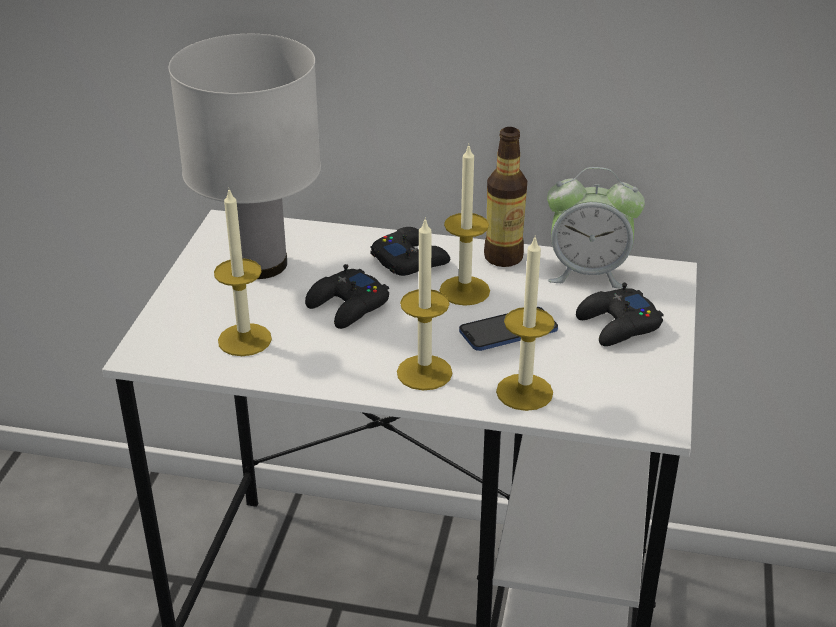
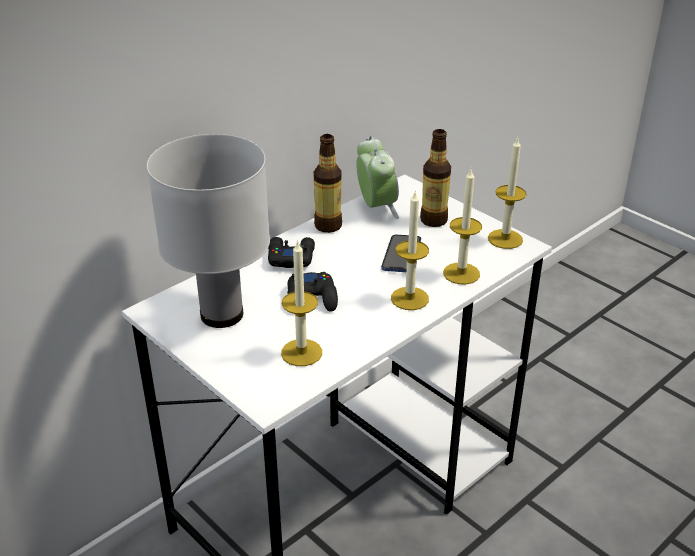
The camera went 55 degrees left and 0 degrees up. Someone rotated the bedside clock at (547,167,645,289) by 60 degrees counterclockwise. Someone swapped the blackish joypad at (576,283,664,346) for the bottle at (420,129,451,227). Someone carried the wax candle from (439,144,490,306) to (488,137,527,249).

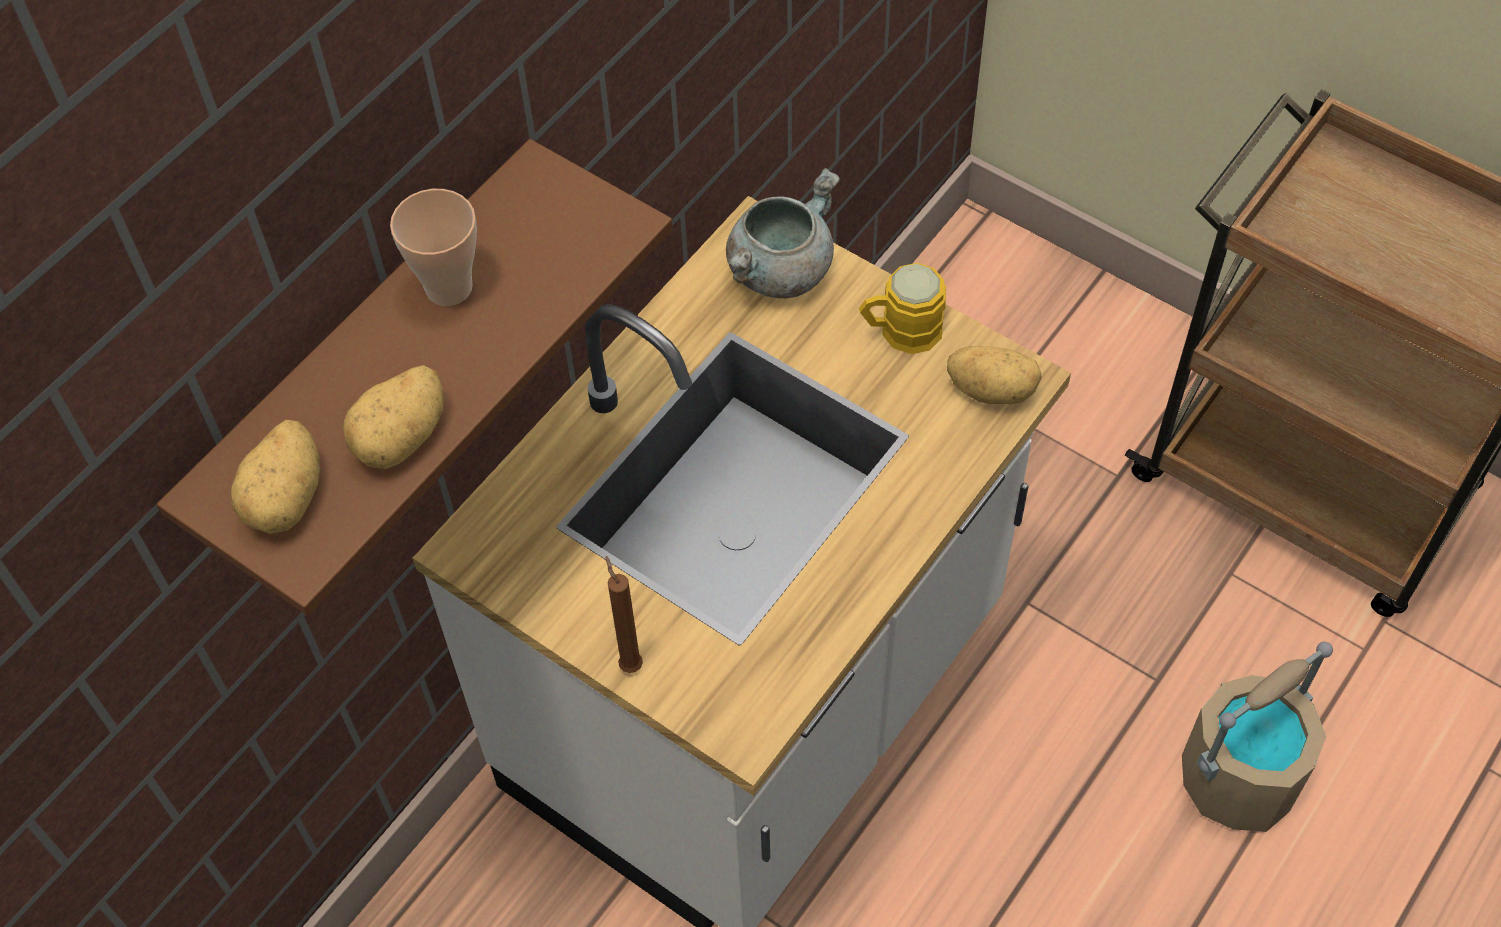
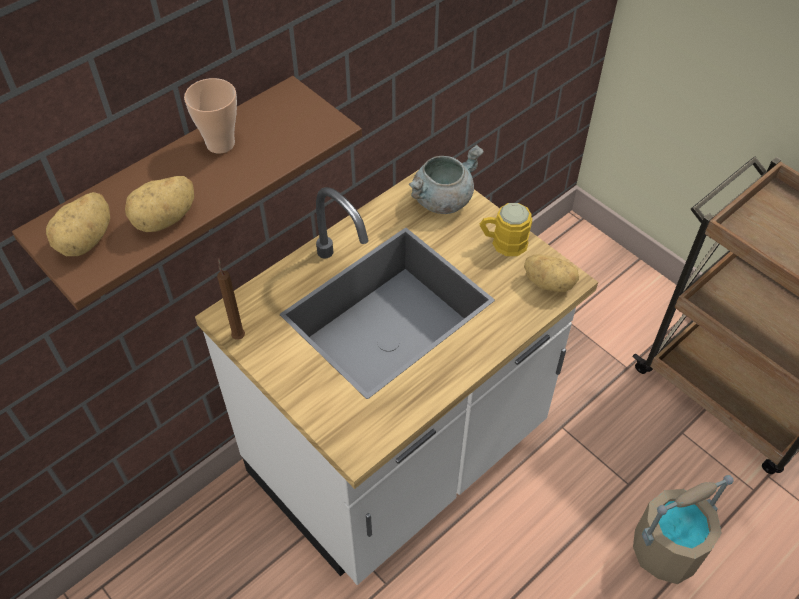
The camera went 10 degrees right and 5 degrees down. Someone carried the brown wax candle from (605,556,643,673) to (217,258,245,340).

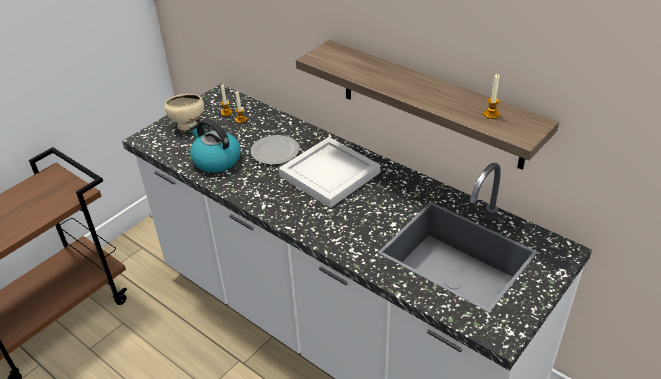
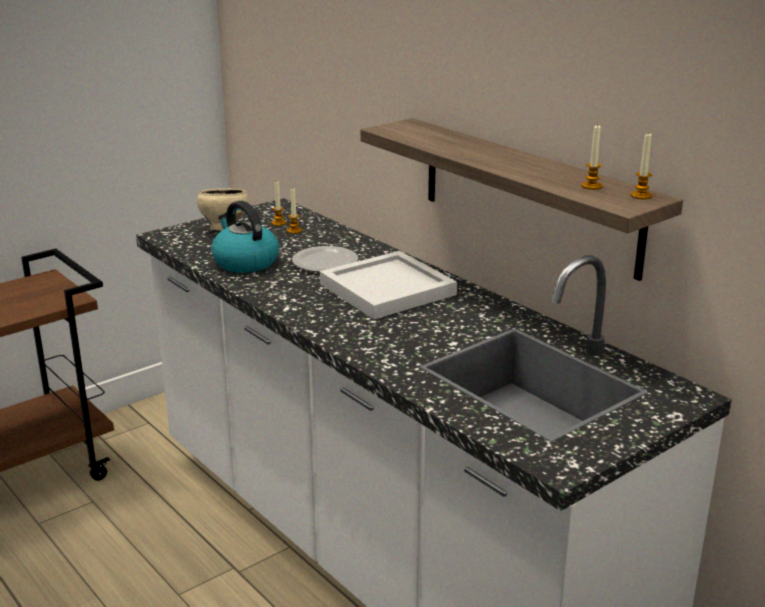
The camera went 10 degrees right and 15 degrees down. Someone put down the wax candle at (630,132,653,199).

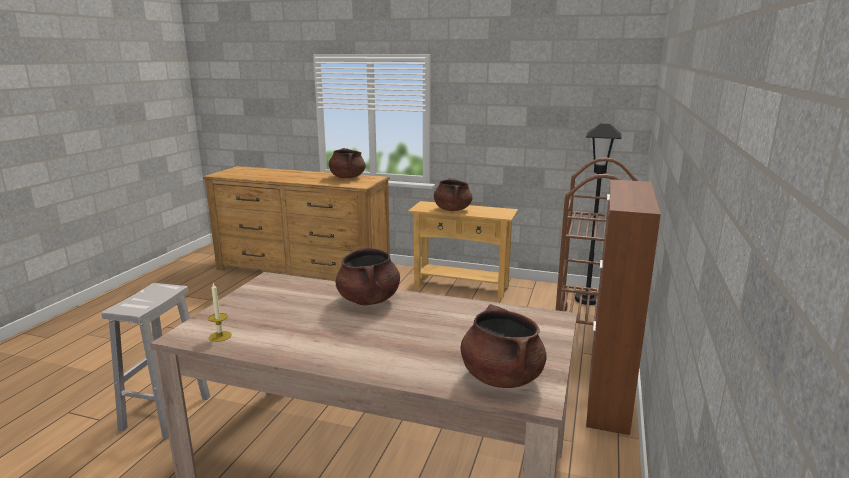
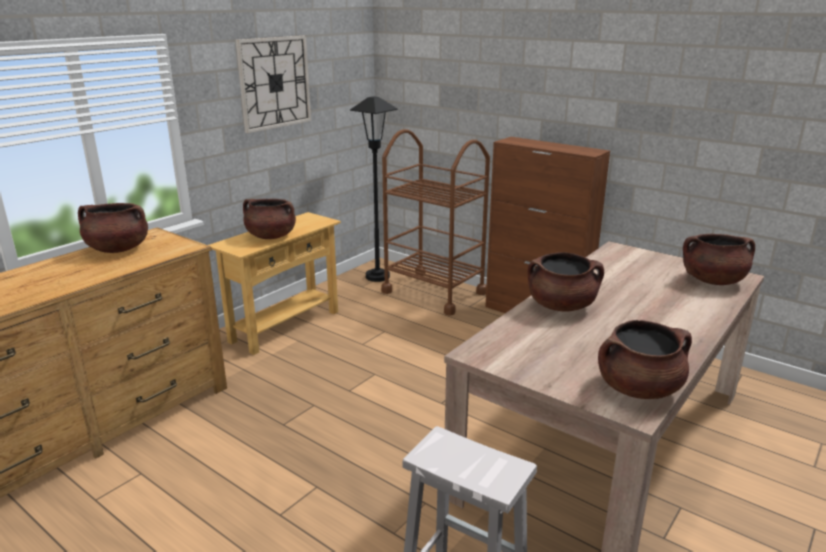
The camera went 70 degrees left and 5 degrees up. Someone put up the wall clock at (235,36,311,133). Someone swapped the wax candle at (208,283,232,342) for the brown stockpot at (598,320,692,399).

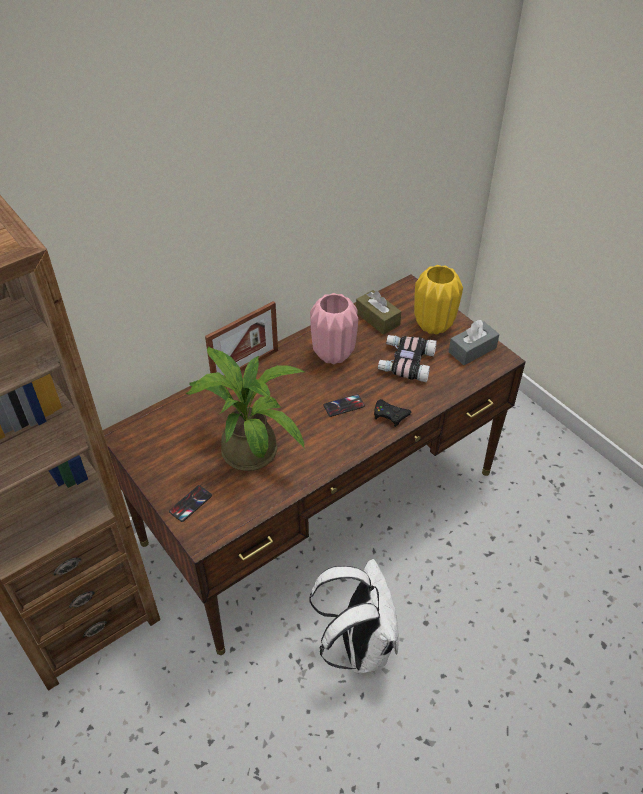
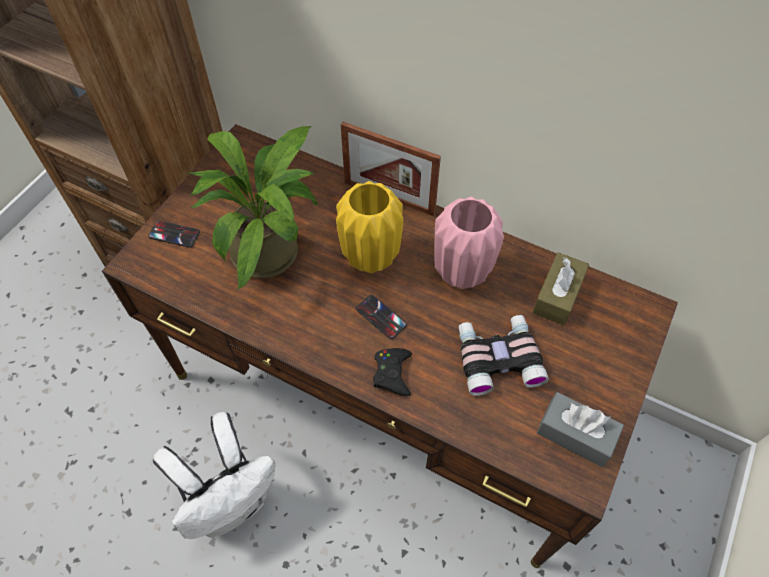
The camera went 65 degrees right and 10 degrees up. Someone carried the yellow vase from (414,265,463,335) to (336,181,403,273).

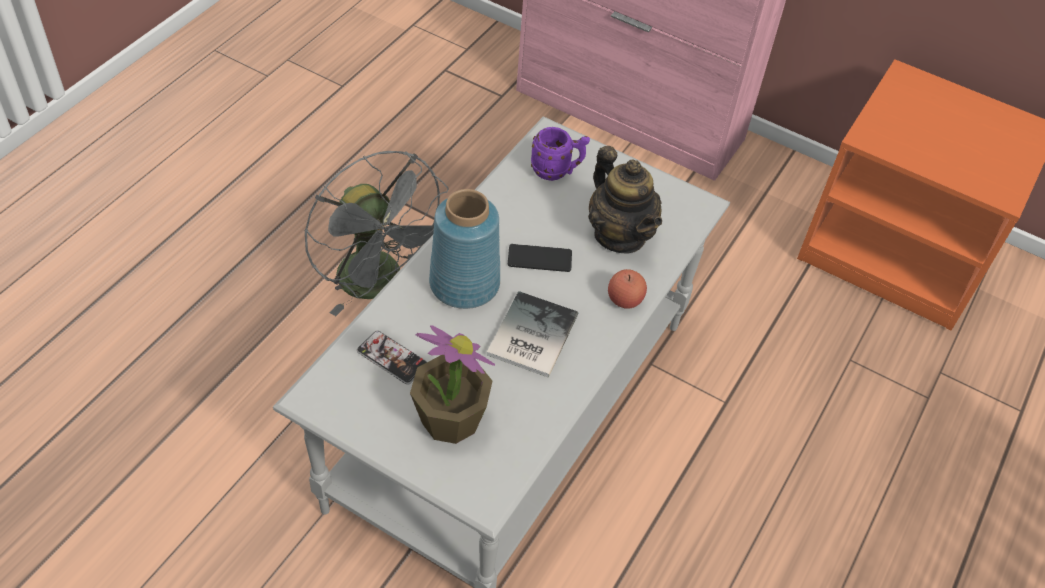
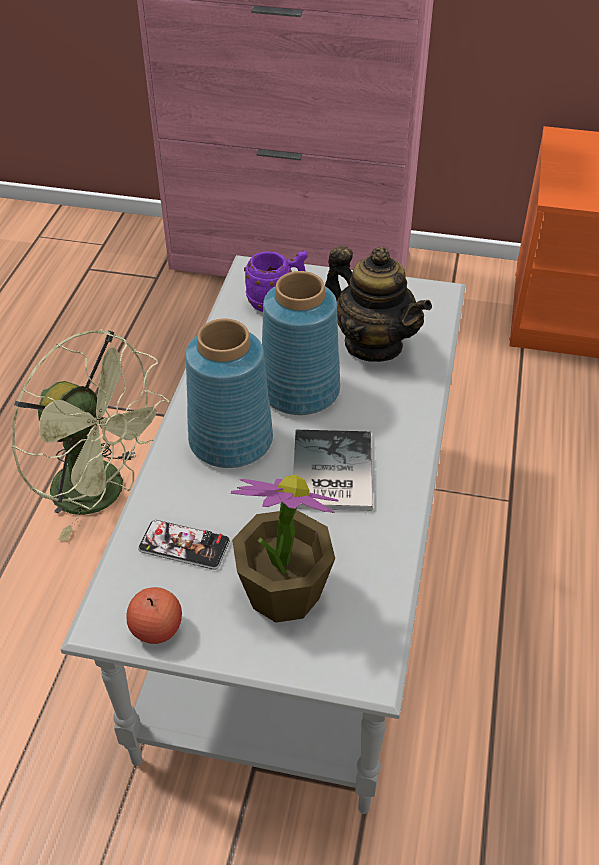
The camera went 15 degrees left and 5 degrees down. Someone repainted the greyish electric fan at (304,151,449,316), which became the greenish electric fan at (11,329,169,541). Someone carried the apple from (608,269,647,309) to (126,587,182,644). Someone swapped the handset at (508,244,572,272) for the blue vase at (262,271,340,415).

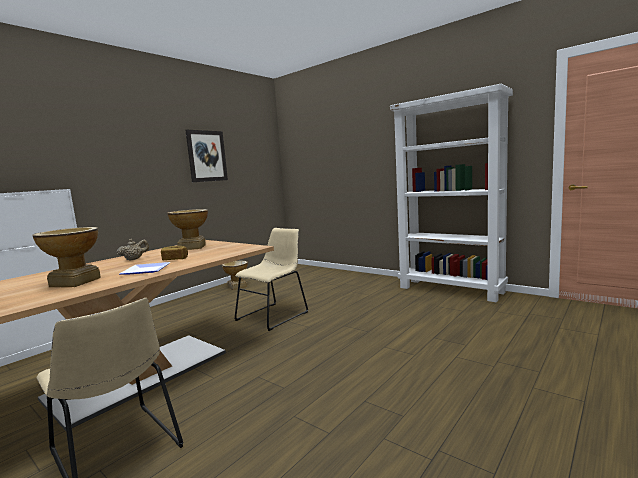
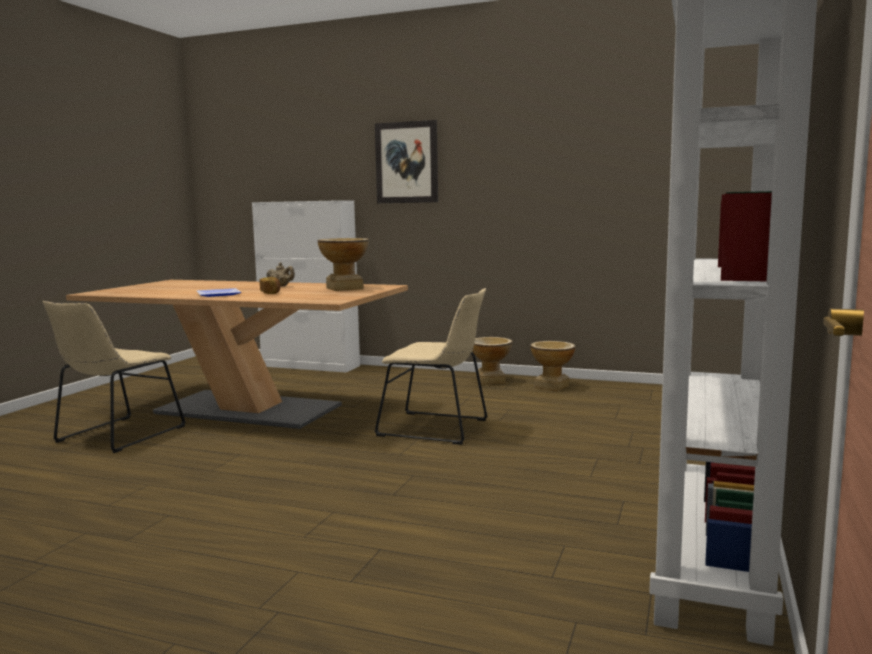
The camera went 70 degrees right and 0 degrees up. Someone carried the picture from (185,130,228,182) to (375,120,438,203). Someone carried the vase from (32,227,100,287) to (472,337,512,385).

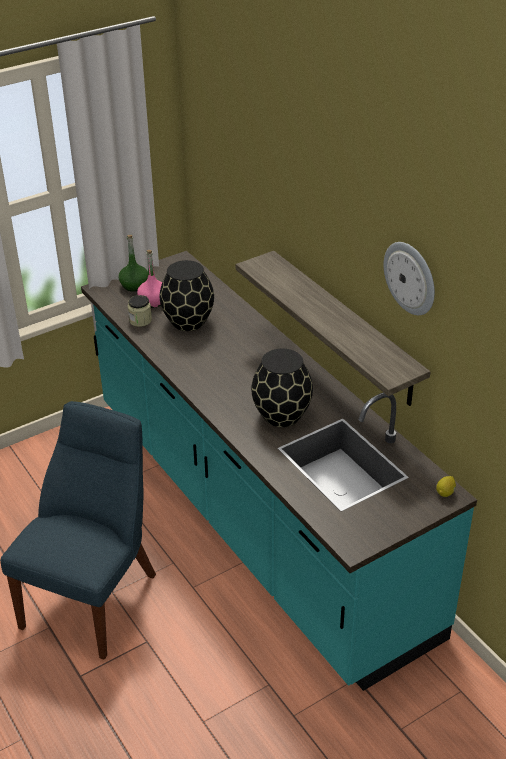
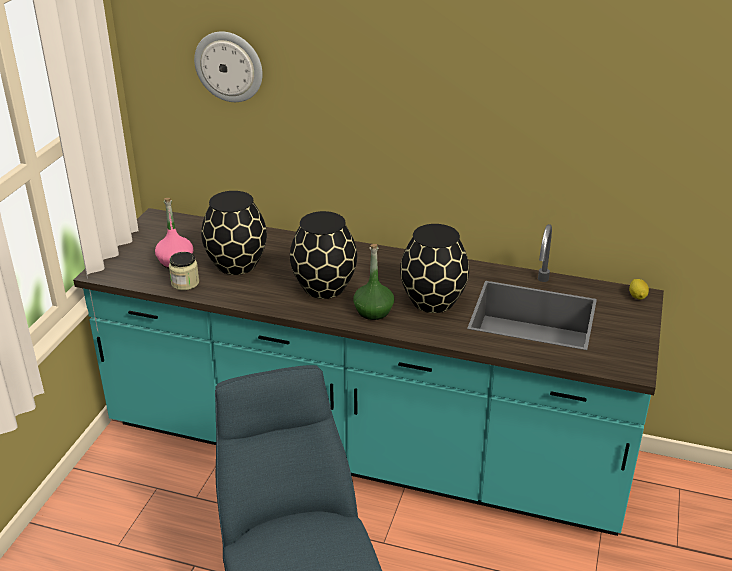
The camera went 40 degrees left and 5 degrees down. Someone carried the wall clock from (384,242,435,315) to (194,32,263,102). Someone put down the blackish vase at (290,211,357,299). Someone carried the greenish bottle from (119,235,148,292) to (353,244,394,320). Someone took away the wall shelf at (236,251,431,406).

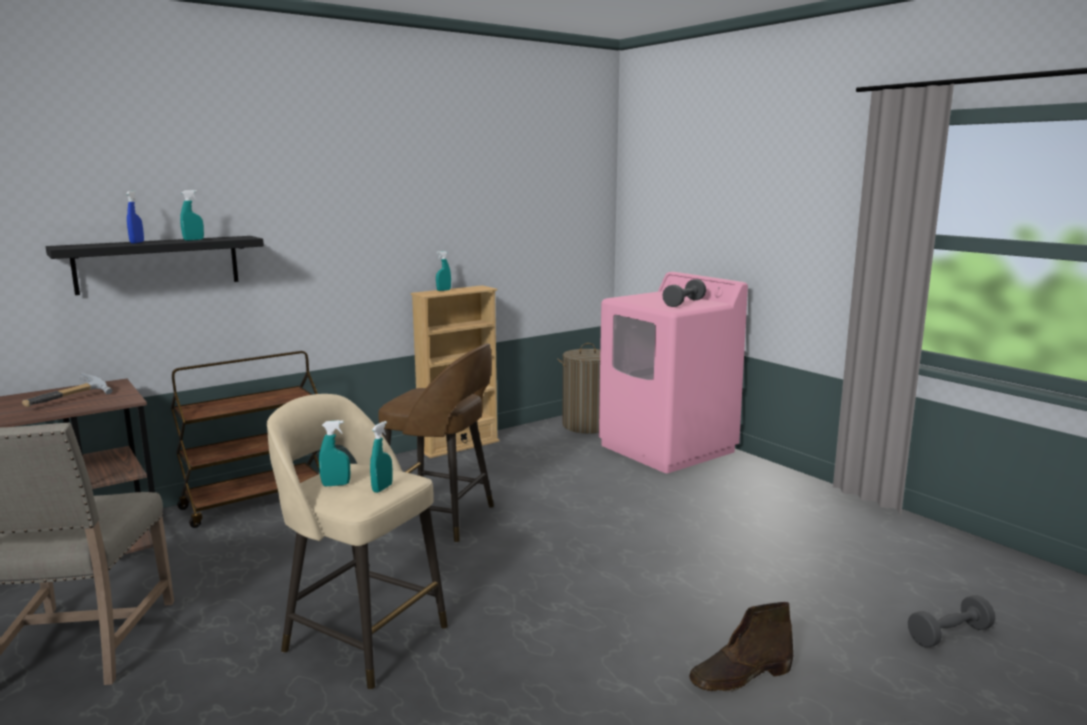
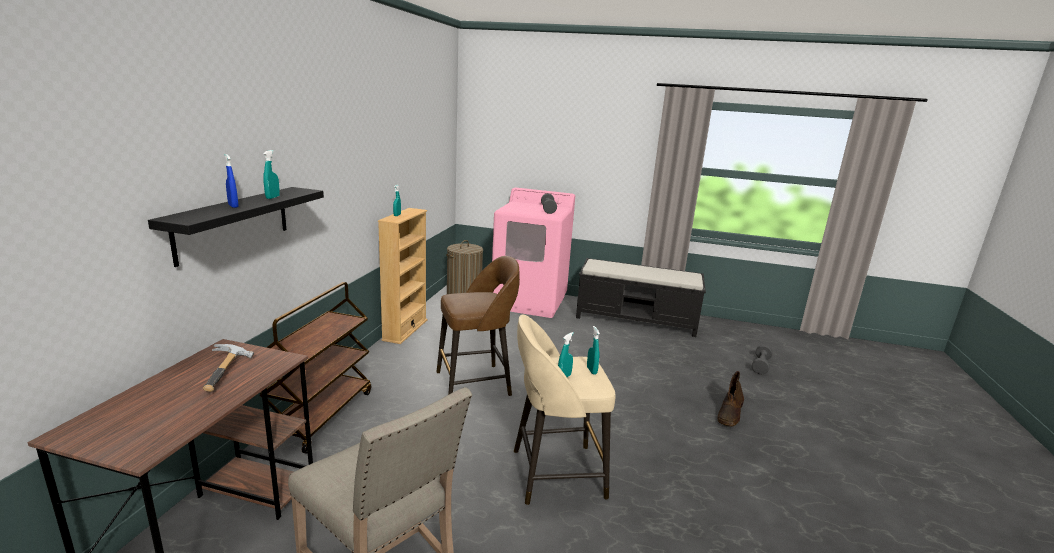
The camera went 40 degrees left and 5 degrees up. Someone put down the blackish indoor bench at (576,258,706,337).

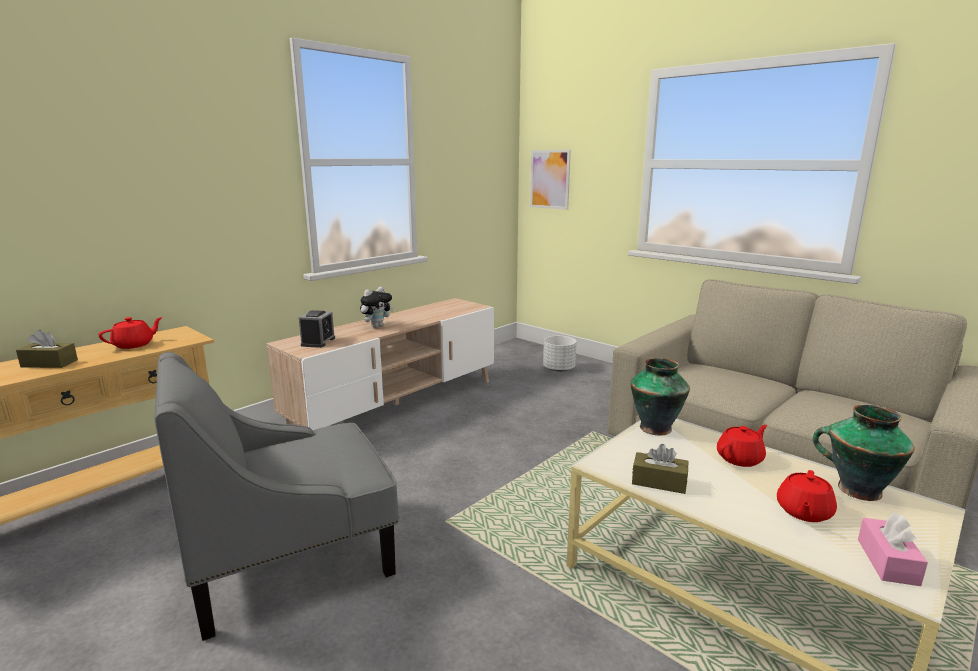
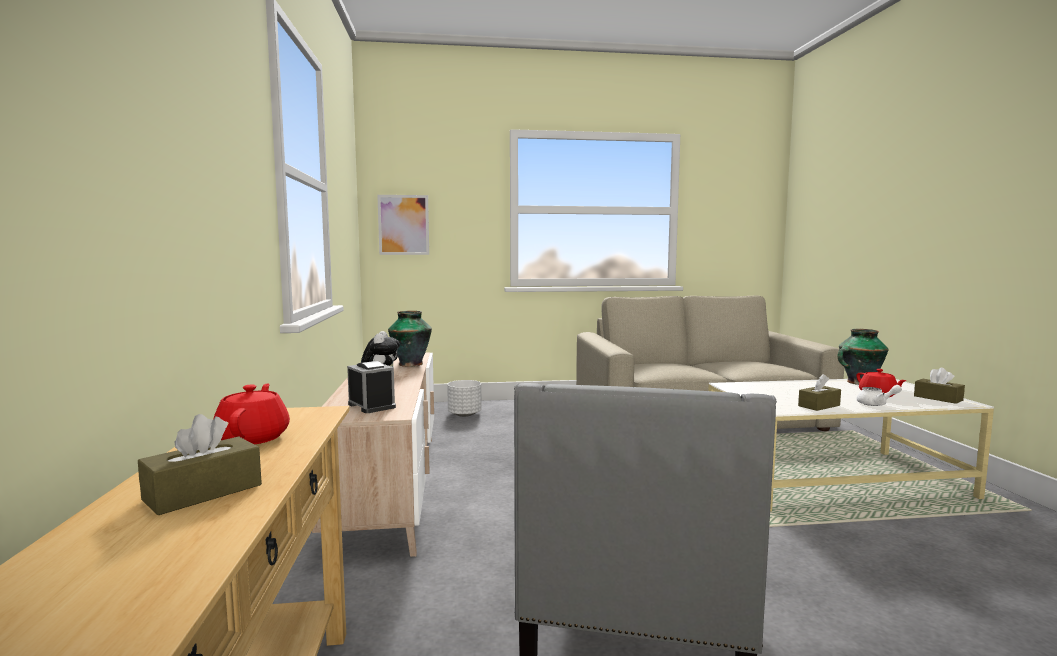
The camera went 50 degrees left and 10 degrees down. Someone carried the vase from (631,358,690,436) to (388,311,432,367). Someone put down the whitish pot for tea at (857,385,902,406). Someone repainted the pink-coloured tissue box at (858,512,928,586), which became the brown tissue box at (914,368,965,404). Someone took away the reddish pot for tea at (717,425,767,467).

